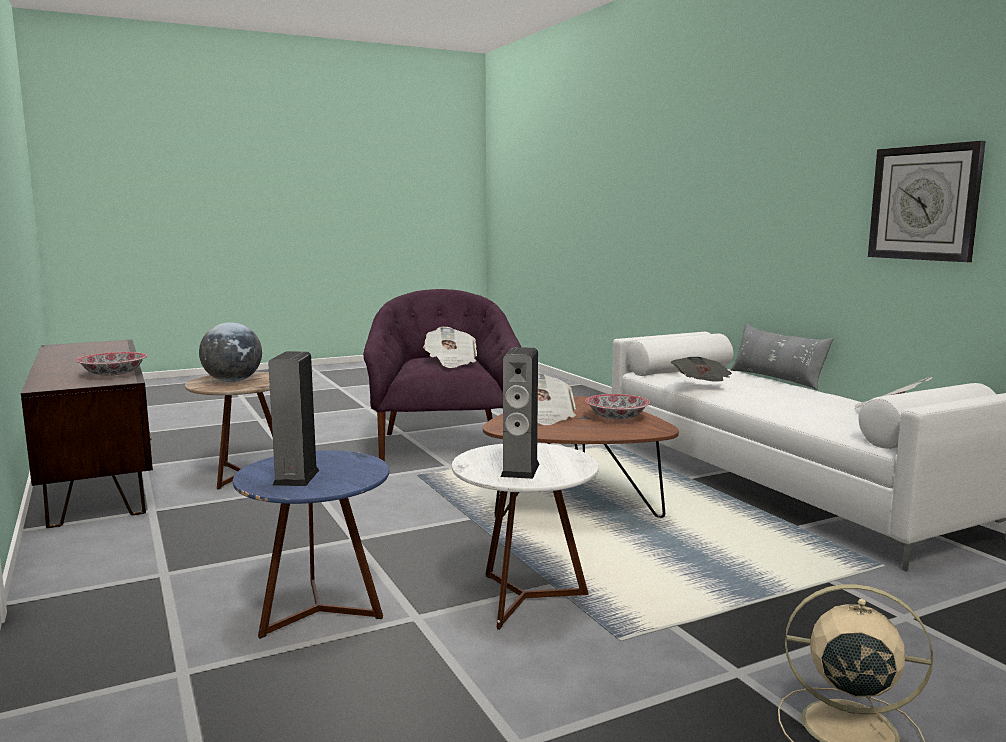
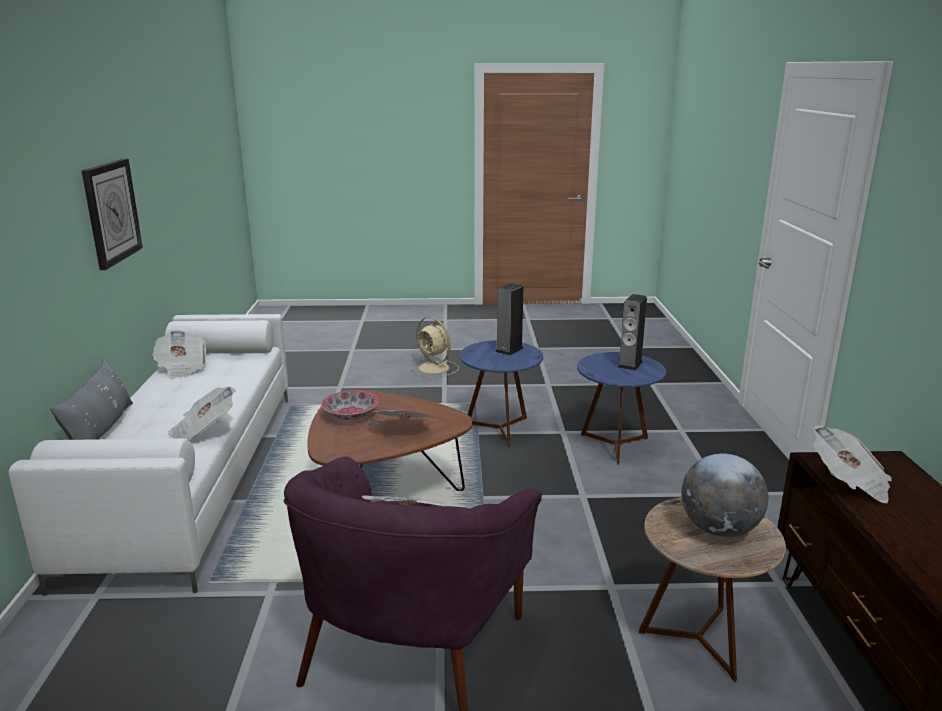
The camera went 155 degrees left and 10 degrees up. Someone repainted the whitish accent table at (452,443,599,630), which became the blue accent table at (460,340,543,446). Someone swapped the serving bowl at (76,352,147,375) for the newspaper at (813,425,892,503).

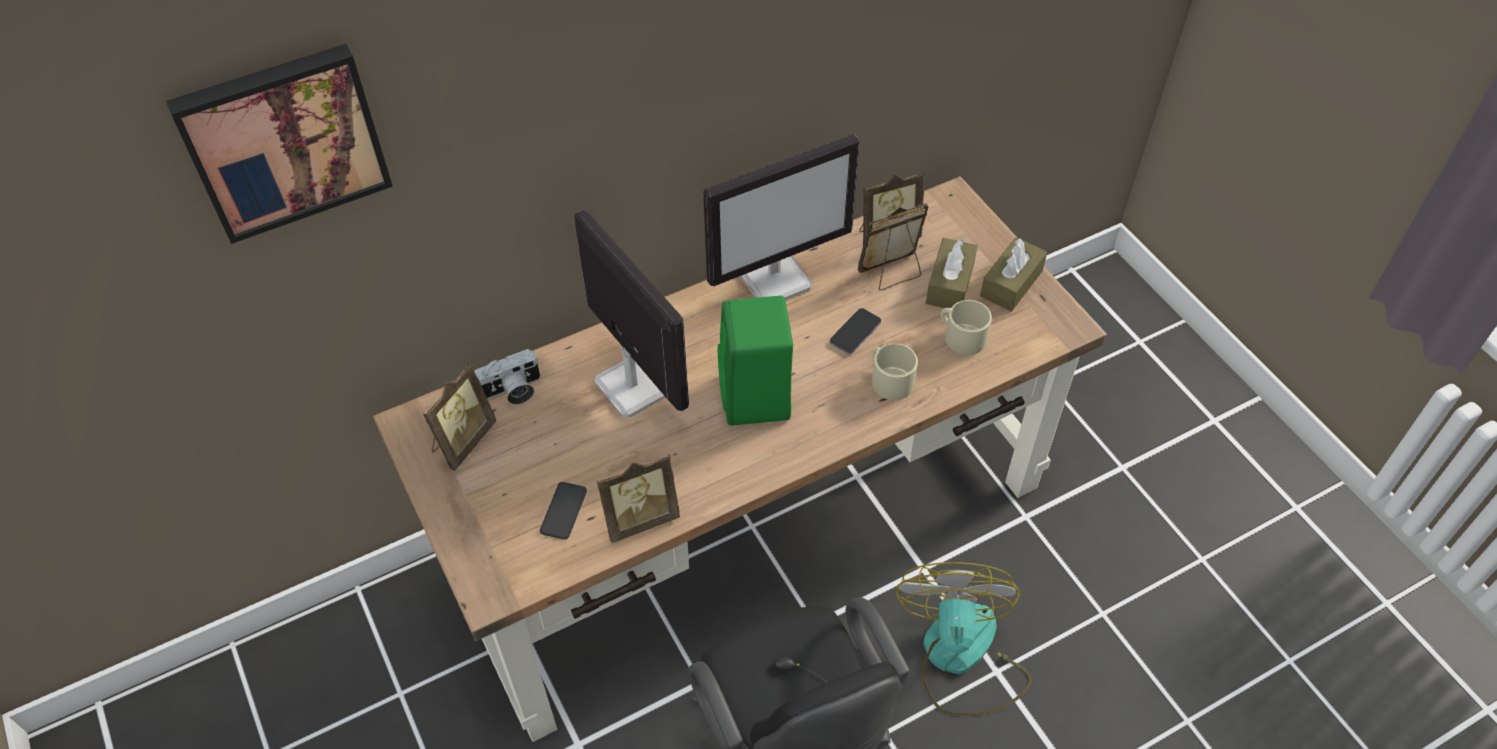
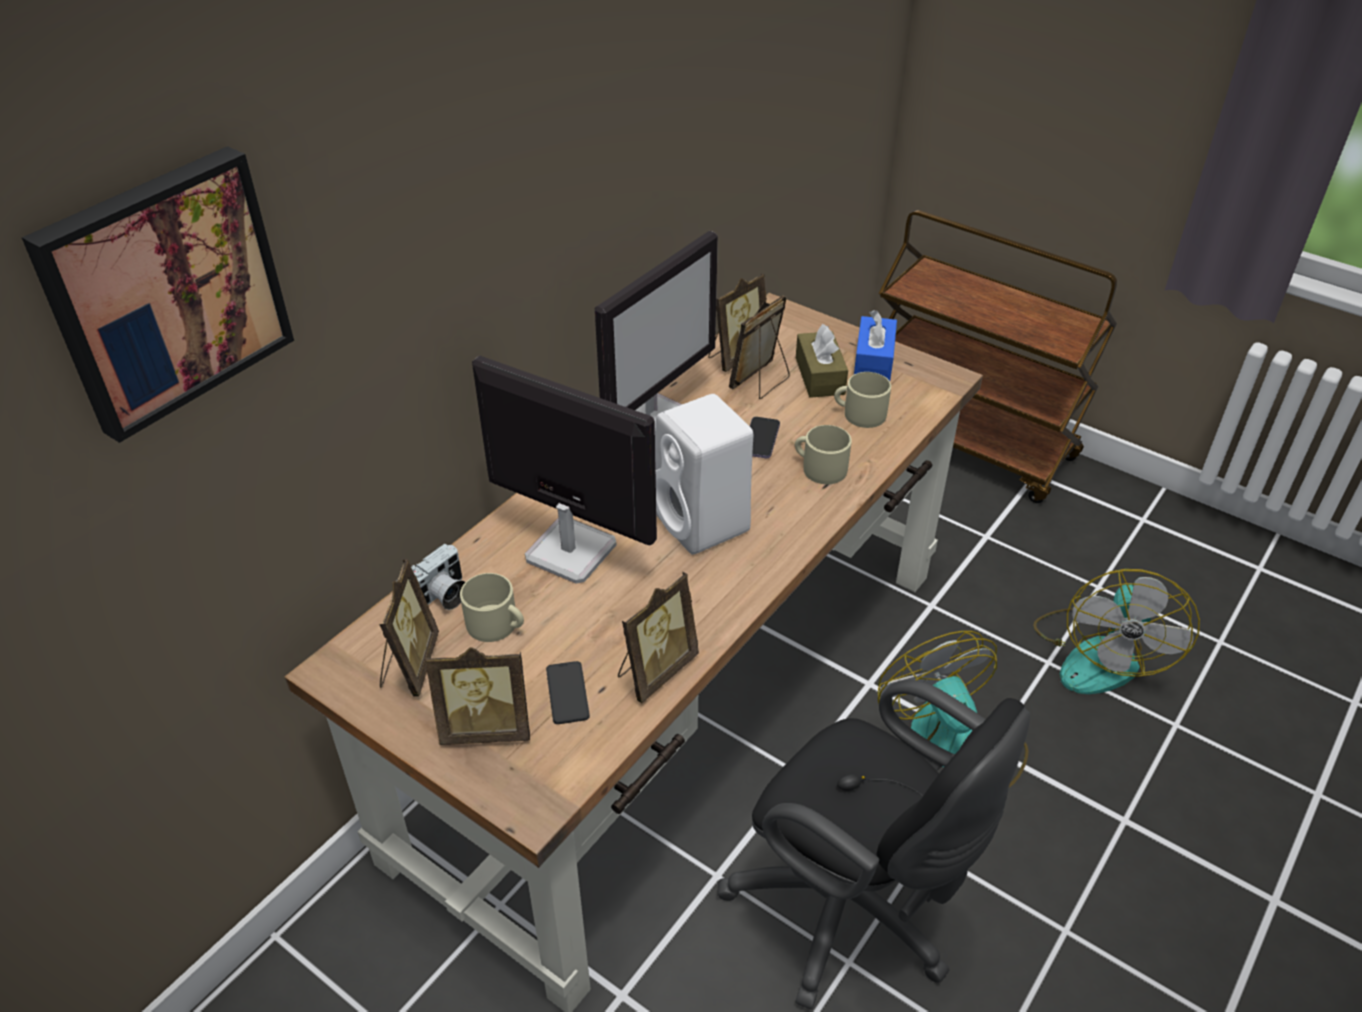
The camera went 25 degrees left and 10 degrees down. Someone put down the photo frame at (425,647,530,745). Someone put down the beige mug at (460,573,524,642). Someone repainted the greenish loudspeaker at (718,296,793,425), which became the whitish loudspeaker at (655,394,753,555). Someone repainted the brown tissue box at (980,237,1047,312), which became the blue tissue box at (854,310,897,381). Someone put down the brown cart at (879,210,1117,503). Someone put down the electric fan at (1033,569,1200,694).

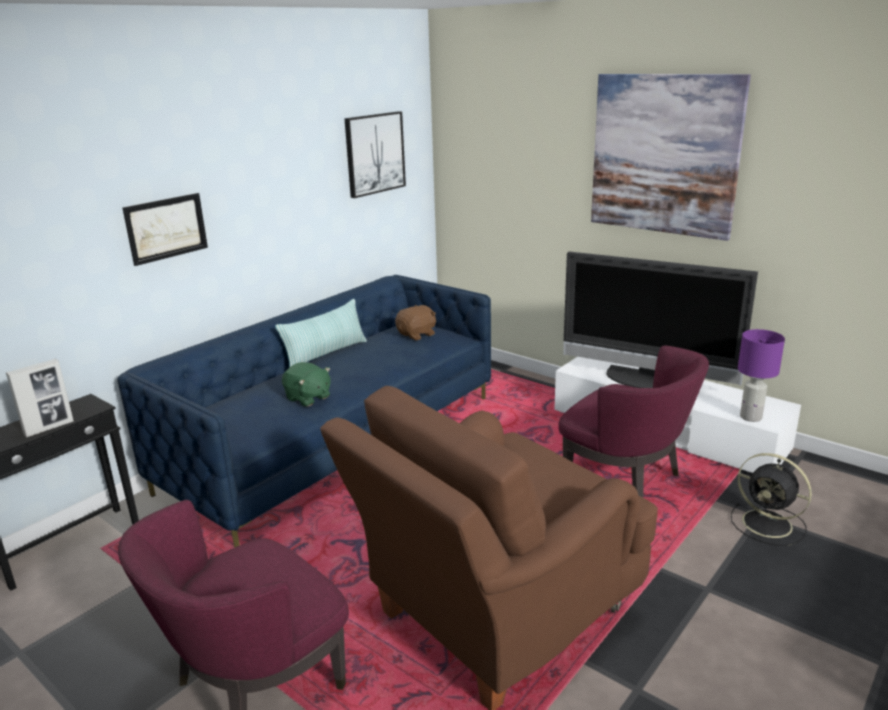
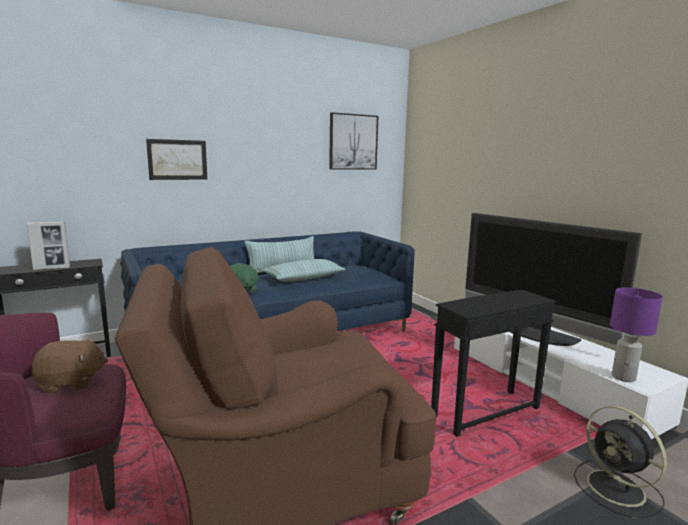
The camera went 20 degrees right and 10 degrees down. Someone carried the brown soft toy from (395,305,436,340) to (32,337,108,394). Someone put down the throw pillow at (262,259,346,281). Someone swapped the purple-coloured armchair at (559,346,709,497) for the blackish accent table at (431,290,556,437). Someone took away the picture at (591,74,751,241).

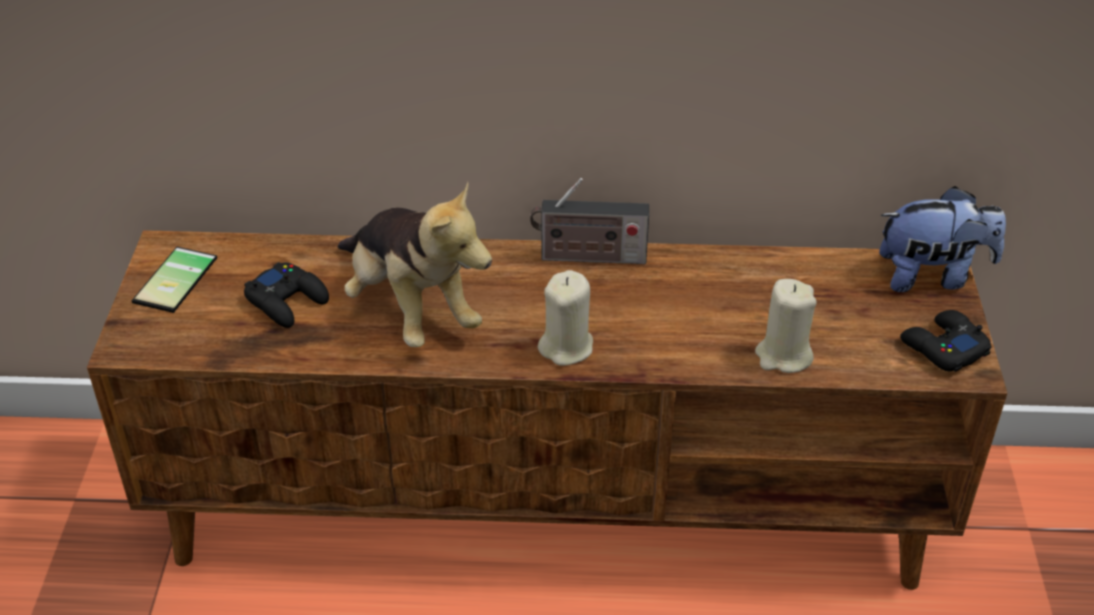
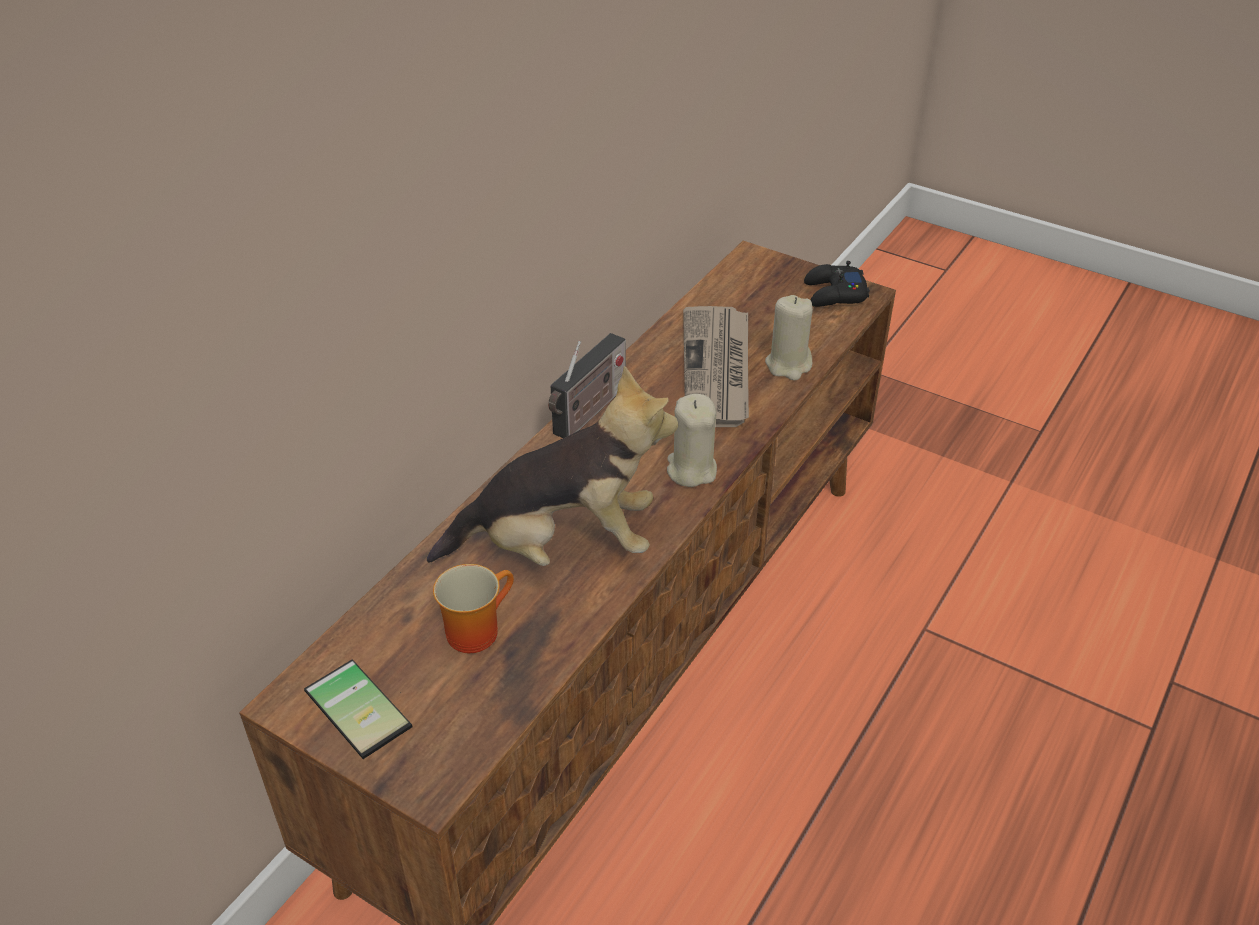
The camera went 60 degrees left and 0 degrees up. Someone swapped the blackish joypad at (244,262,329,328) for the mug at (433,564,514,653). Someone put down the newspaper at (683,306,749,427). Someone took away the soft toy at (879,186,1006,292).

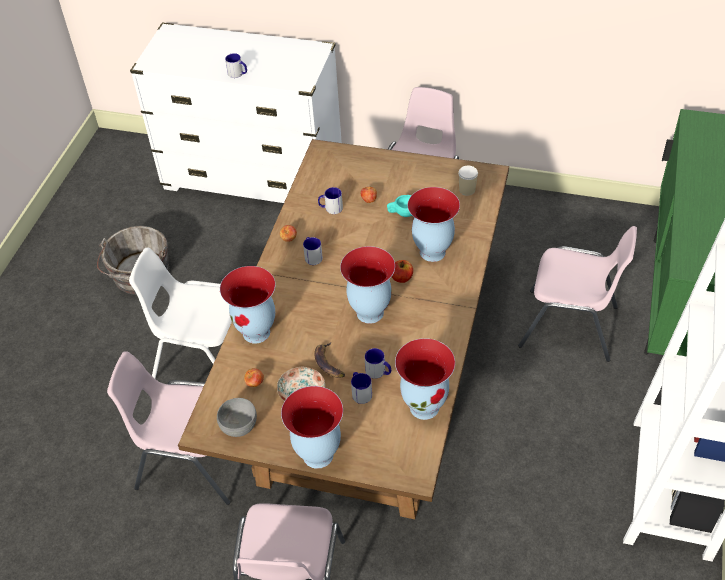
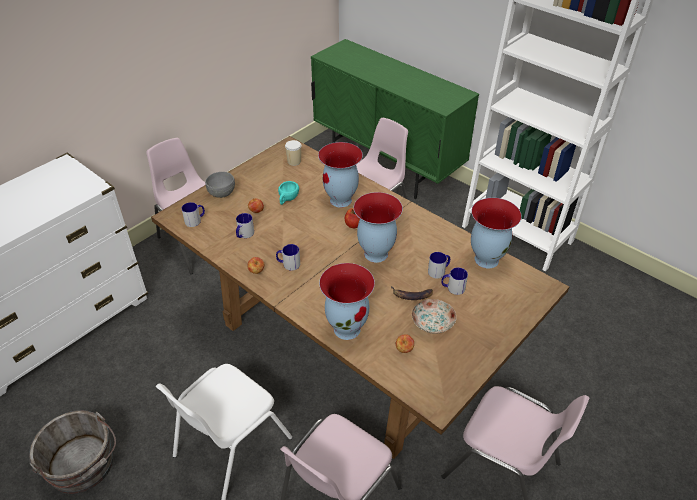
The camera went 65 degrees left and 5 degrees down. Someone carried the mug from (225,53,247,78) to (182,202,205,227). Someone carried the greyish serving bowl from (217,398,257,437) to (205,172,235,198). Someone took away the vase at (281,386,343,469).

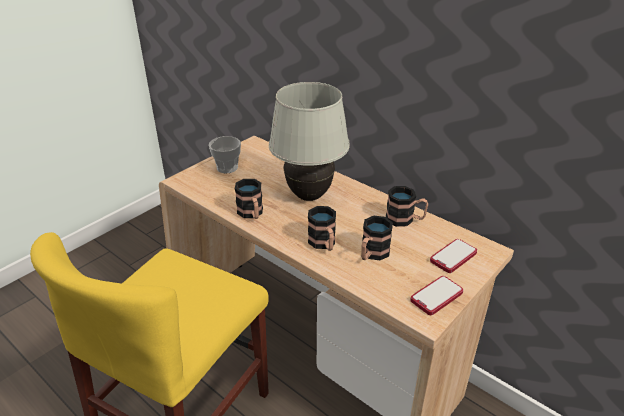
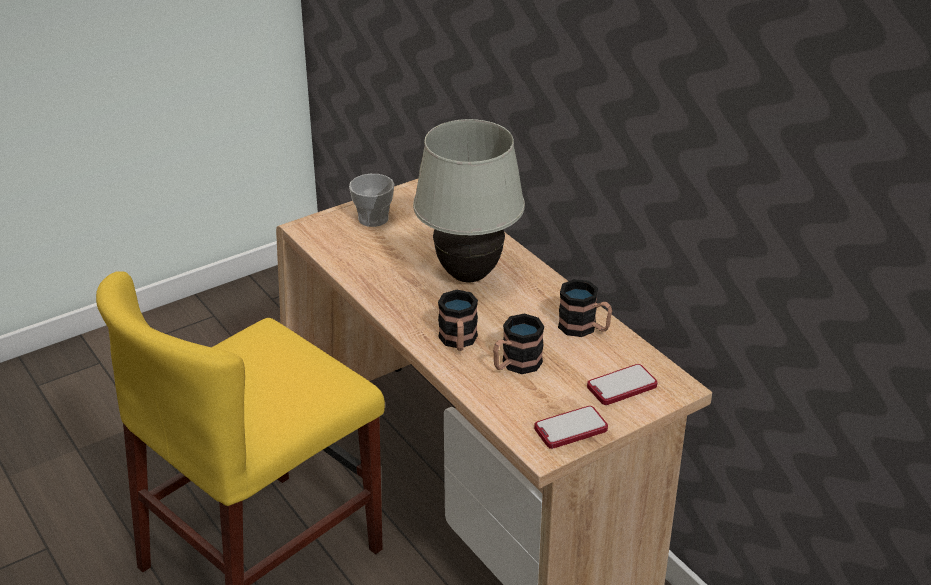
The camera went 15 degrees right and 0 degrees up. Someone took away the mug at (235,179,263,219).

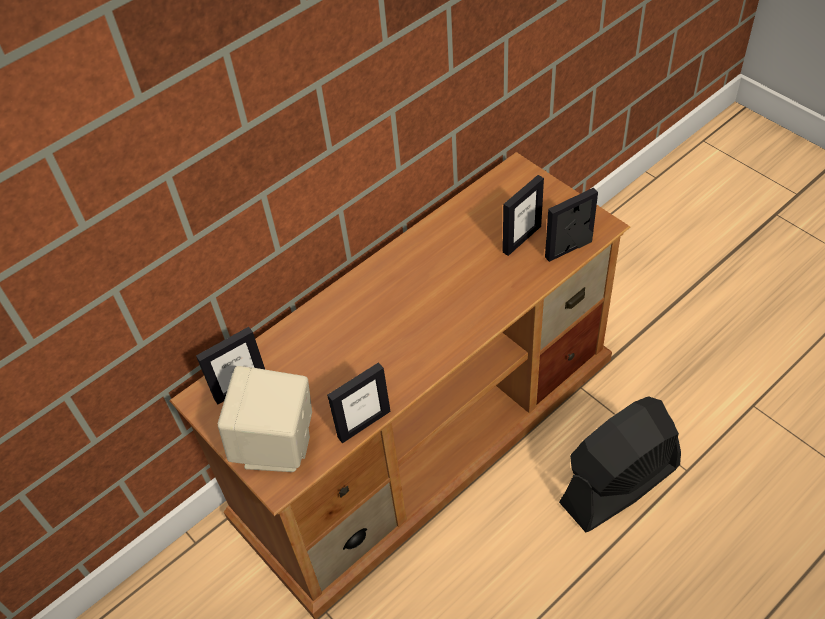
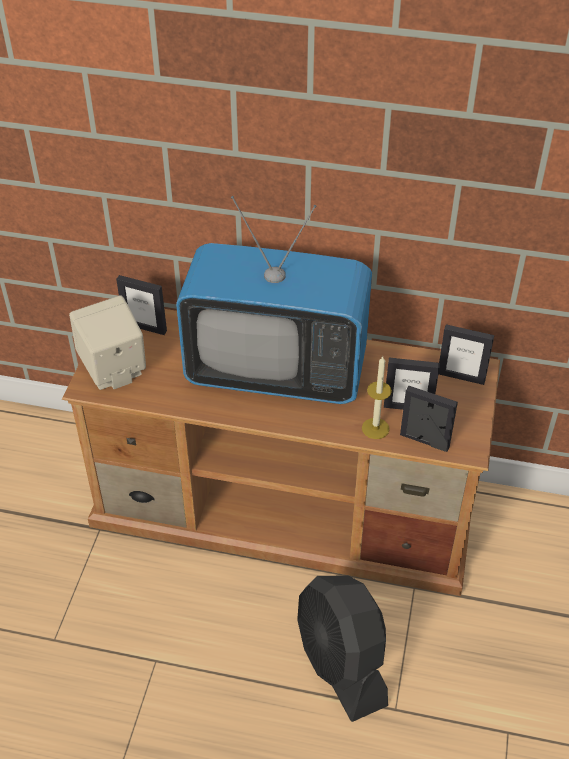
The camera went 50 degrees right and 5 degrees down. Someone put down the television at (176,196,372,404). Someone rotated the blackish electric fan at (559,396,681,532) by 135 degrees counterclockwise. Someone put down the wax candle at (362,356,392,439). Someone carried the photo frame from (327,362,391,443) to (439,324,494,385).

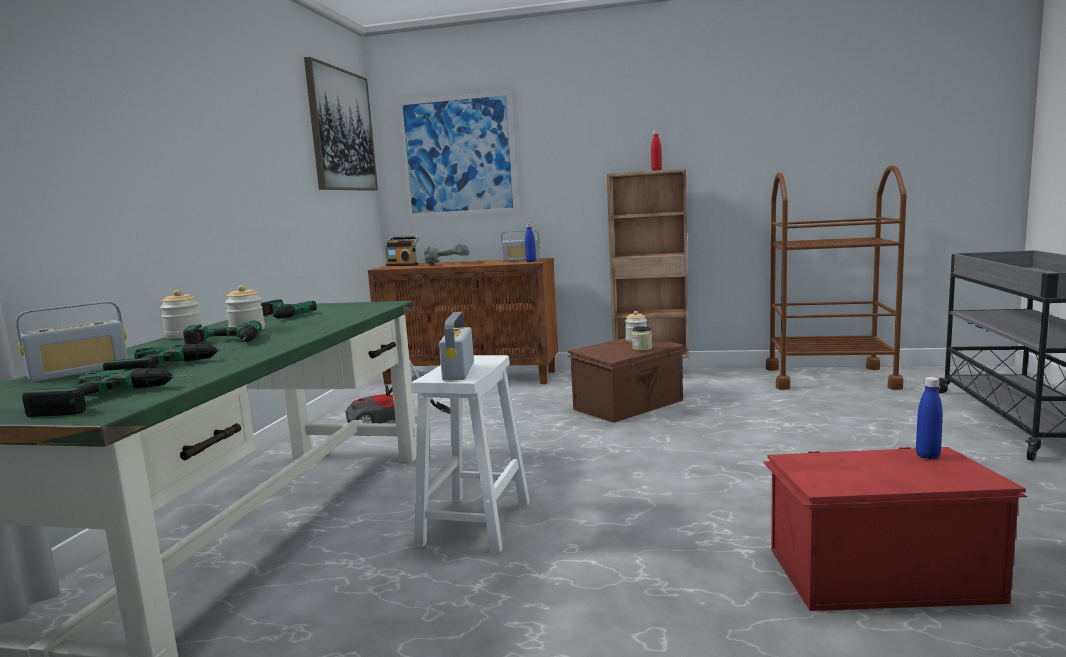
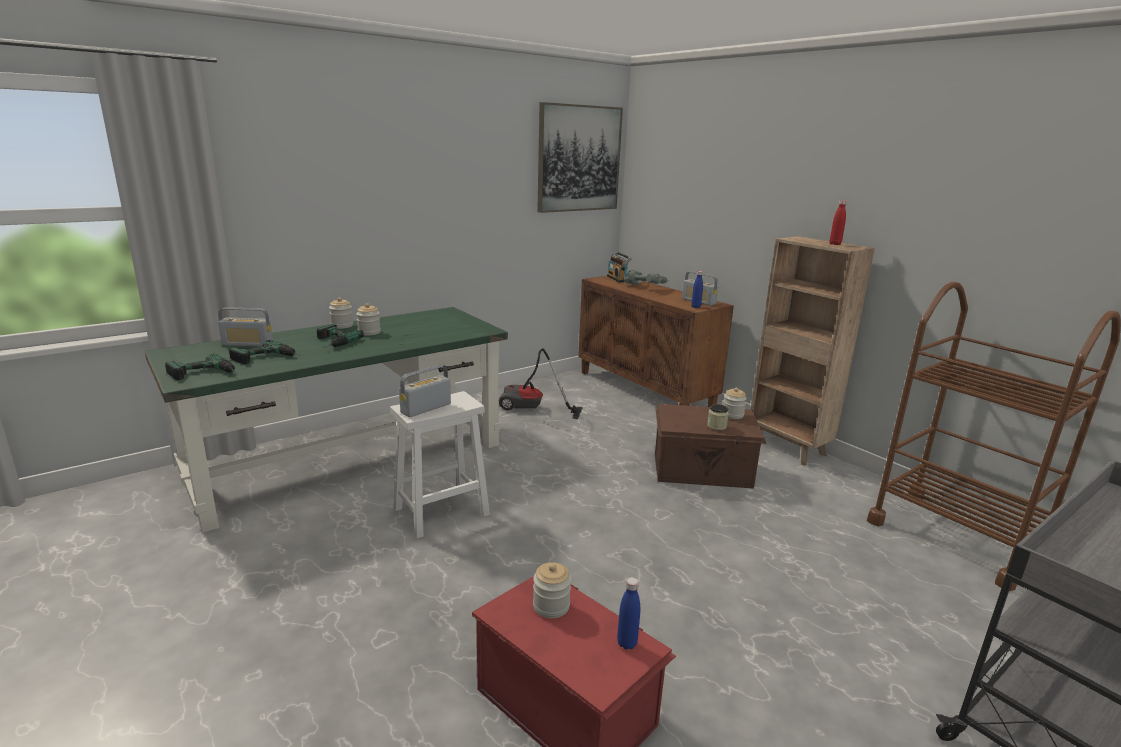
The camera went 40 degrees right and 10 degrees up. Someone put down the jar at (533,562,571,618). Someone took away the electric drill at (261,299,317,319). Someone took away the picture at (398,90,518,218).

